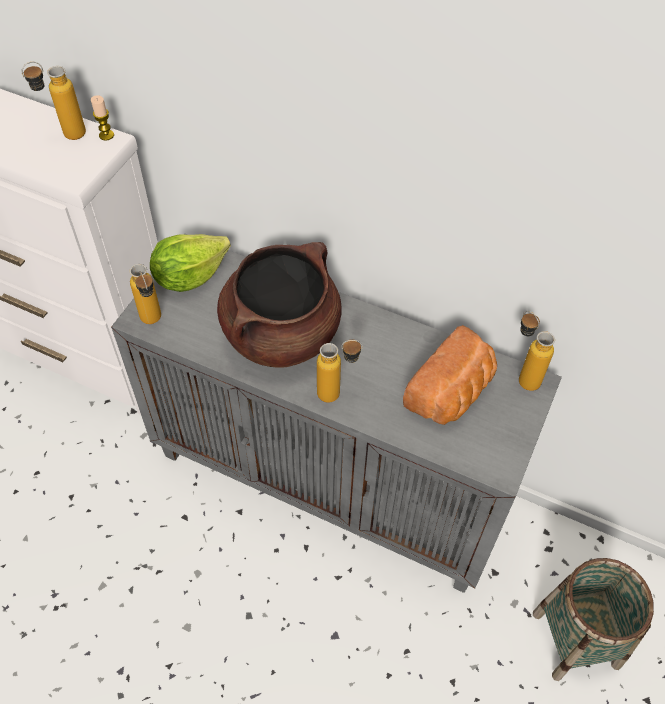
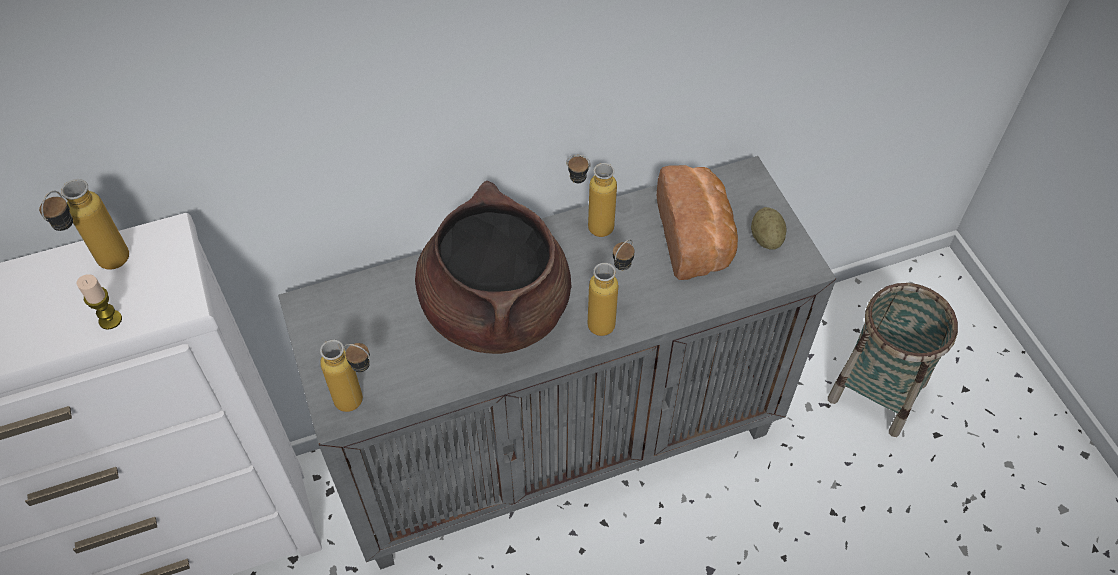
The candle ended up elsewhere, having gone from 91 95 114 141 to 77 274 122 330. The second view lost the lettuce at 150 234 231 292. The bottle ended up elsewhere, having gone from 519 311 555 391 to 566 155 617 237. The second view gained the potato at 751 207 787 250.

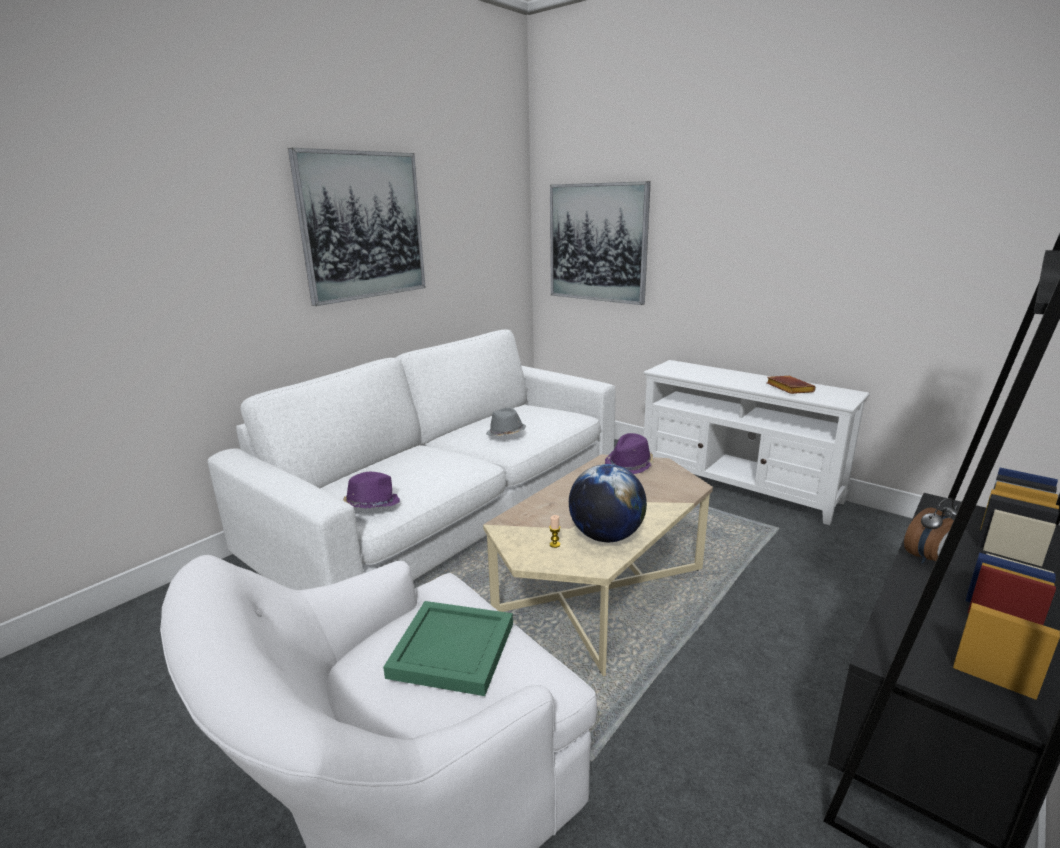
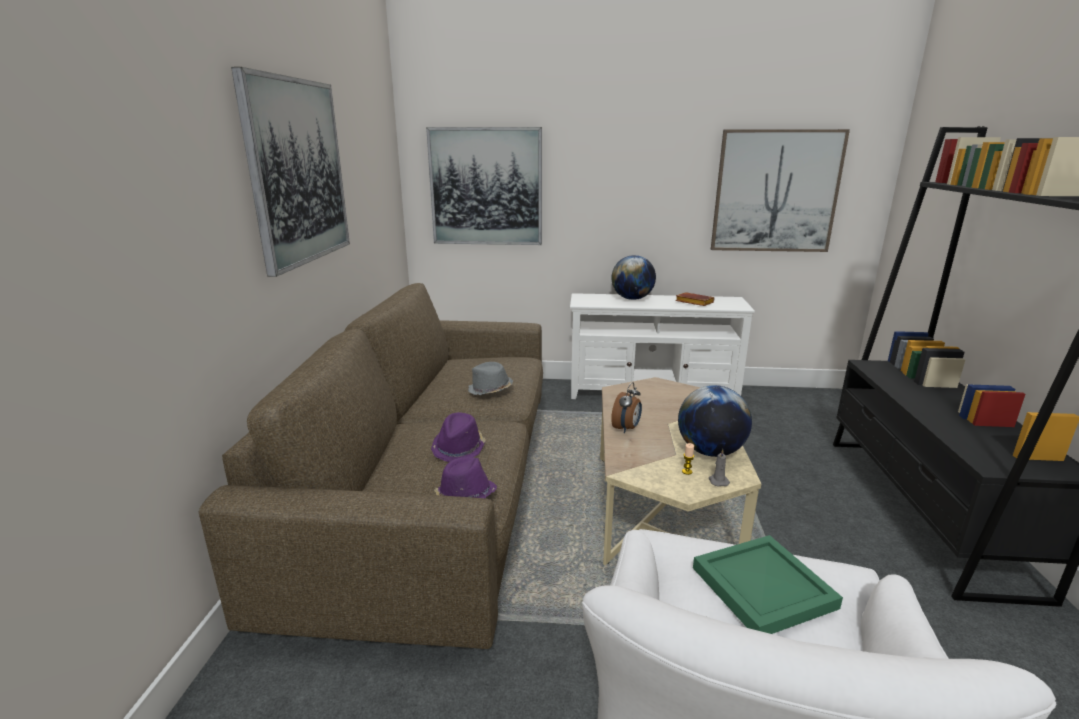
What was the white sofa at 207 329 616 590 turned into the brown sofa at 199 283 543 649. The purple hat ended up elsewhere, having gone from 605 433 654 474 to 431 412 486 462. The alarm clock ended up elsewhere, having gone from 904 498 958 564 to 611 382 642 433. The second view gained the globe at 611 255 656 300. The second view gained the grey candle at 709 449 730 486. The second view gained the picture at 711 129 850 252.

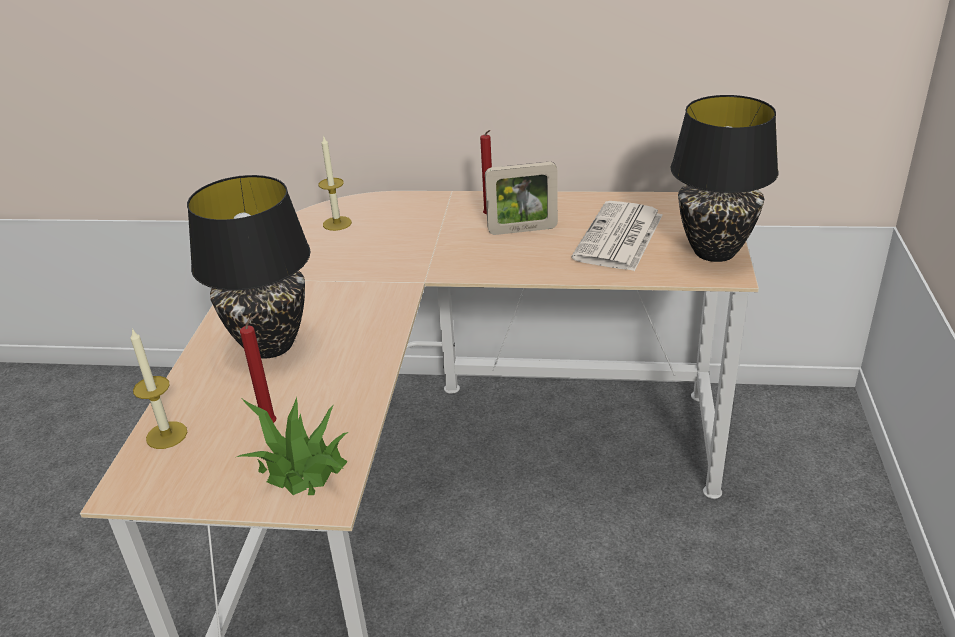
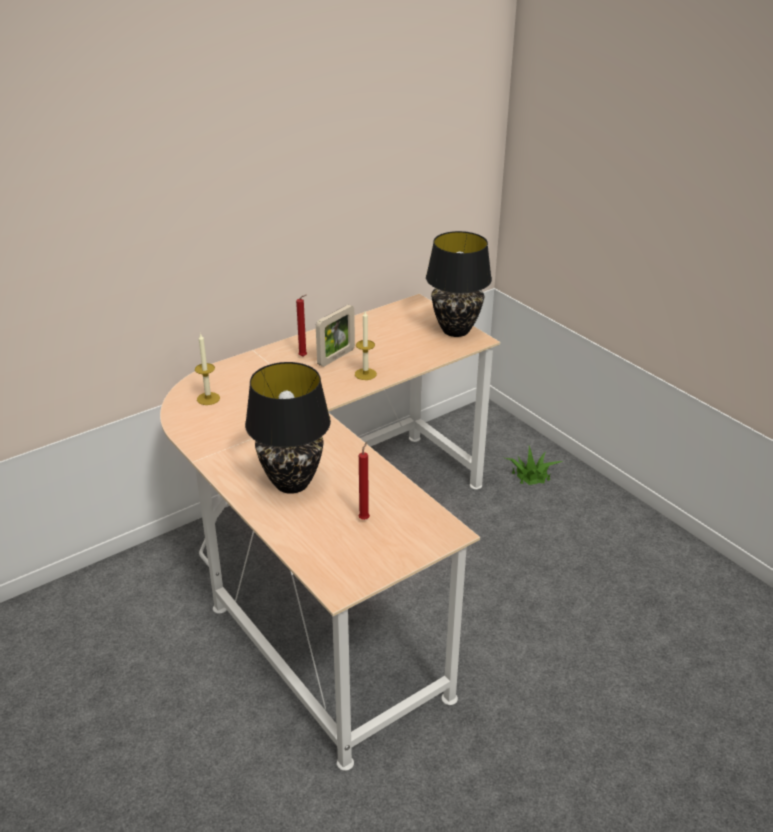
The candle ended up elsewhere, having gone from 130 328 187 449 to 355 311 377 380. The potted plant ended up elsewhere, having gone from 237 397 349 495 to 506 446 563 485. The second view lost the newspaper at 571 201 663 271.

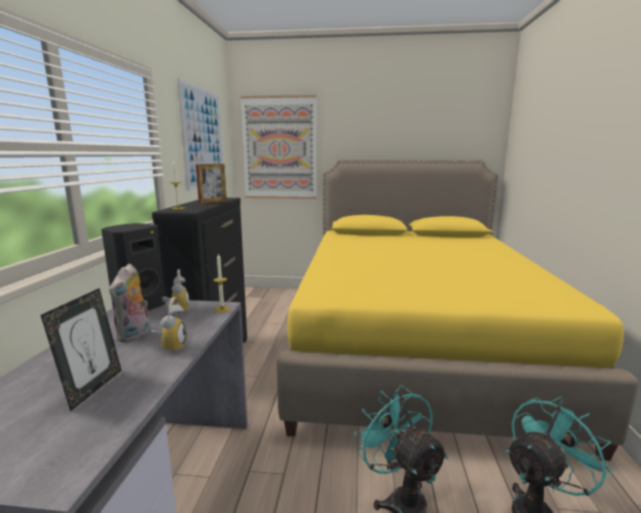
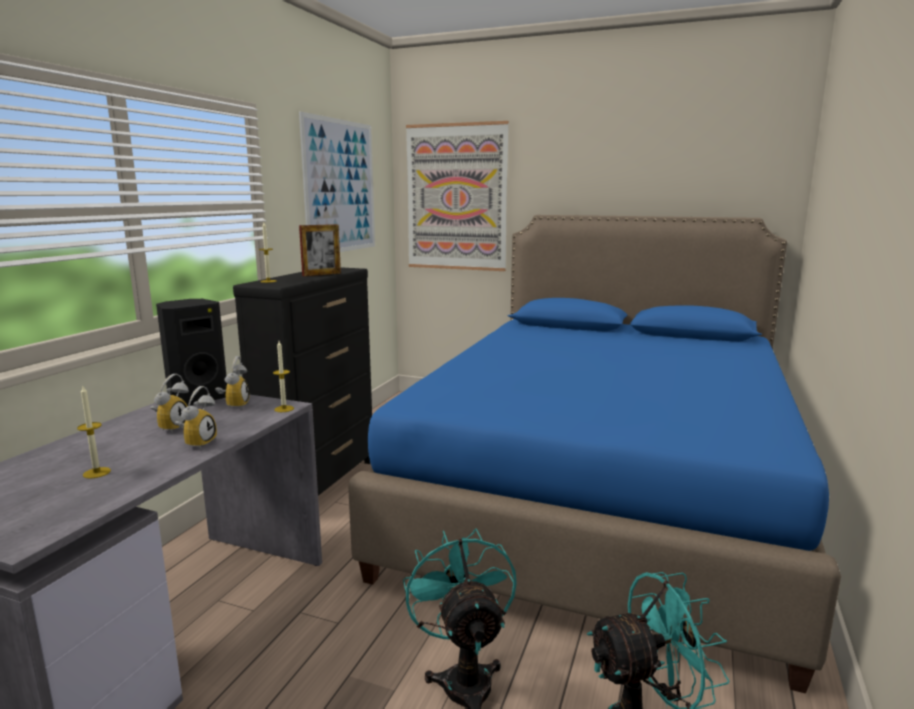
Where the picture frame stood at 40 288 122 411, the candle came to stand at 77 386 111 479. Where the plush toy stood at 109 264 150 342, the alarm clock came to stand at 151 374 189 433. What was the yellow bed at 277 160 639 461 turned into the blue bed at 348 215 841 694.

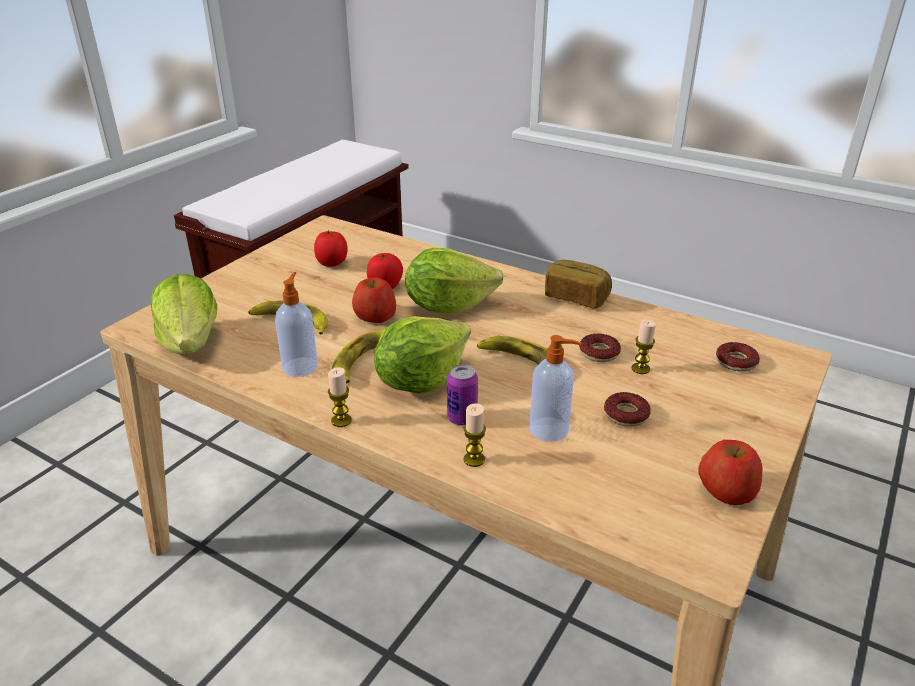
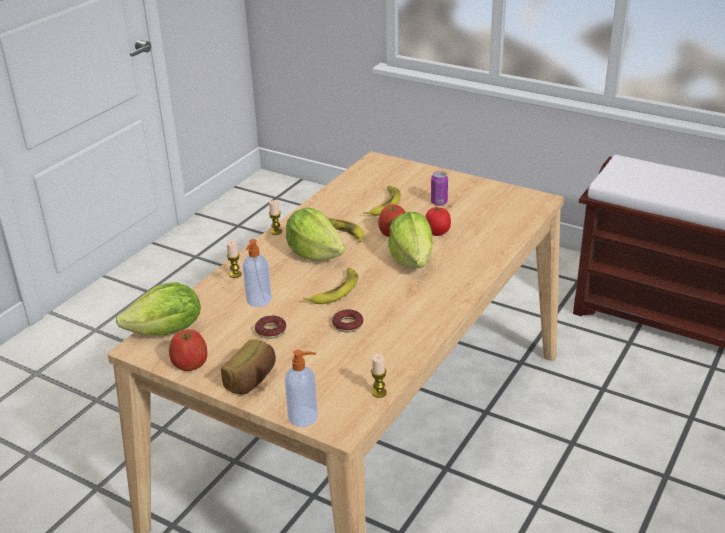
The lettuce ended up elsewhere, having gone from 151 274 217 355 to 116 282 200 335. The soap dispenser ended up elsewhere, having gone from 275 272 318 377 to 285 350 318 427. The second view lost the tomato at 314 230 347 267. The can ended up elsewhere, having gone from 447 364 478 425 to 431 171 448 206. The bread ended up elsewhere, having gone from 545 260 612 309 to 221 340 276 395. The candle ended up elsewhere, having gone from 632 319 656 374 to 371 354 387 398. The second view lost the donut at 716 342 760 372.

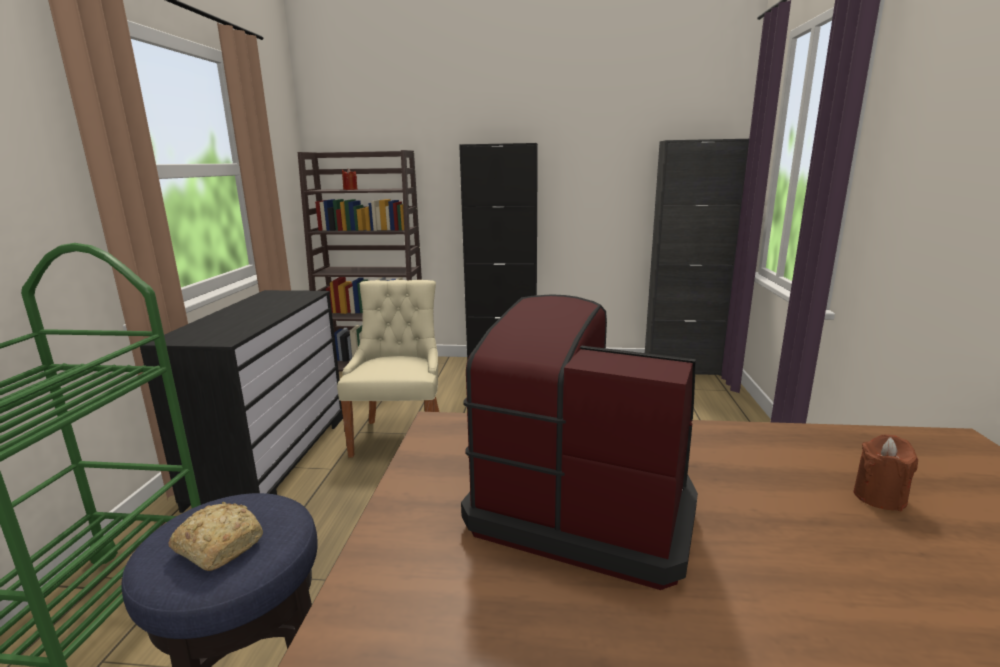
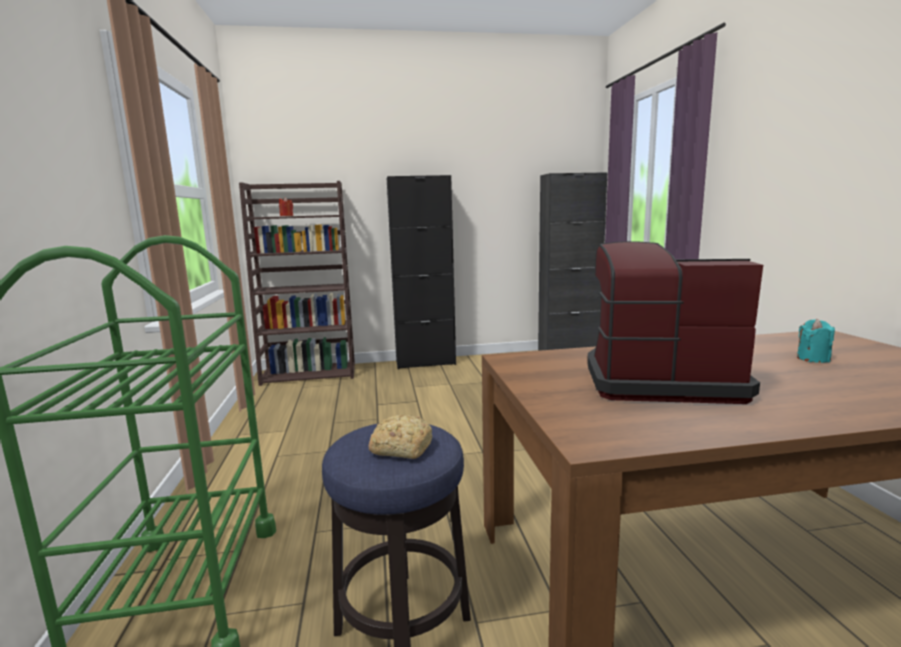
The second view lost the black dresser at 140 290 343 513. The second view lost the beige chair at 337 280 439 458. What was the brown candle at 854 434 918 511 turned into the turquoise candle at 797 319 835 363.

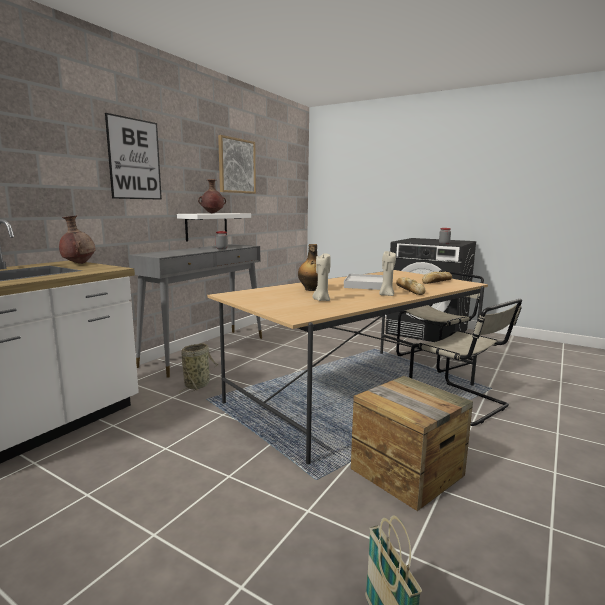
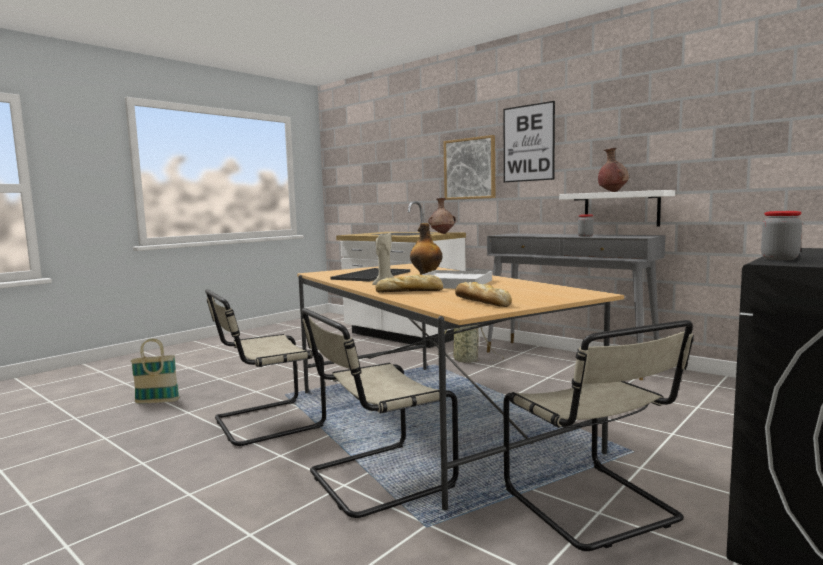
The picture ended up elsewhere, having gone from 218 135 256 194 to 444 135 495 200. Where the beige candle stood at 312 253 331 301, the tray came to stand at 331 268 410 282. Where the crate stood at 351 376 473 511, the beige chair came to stand at 205 289 326 446.

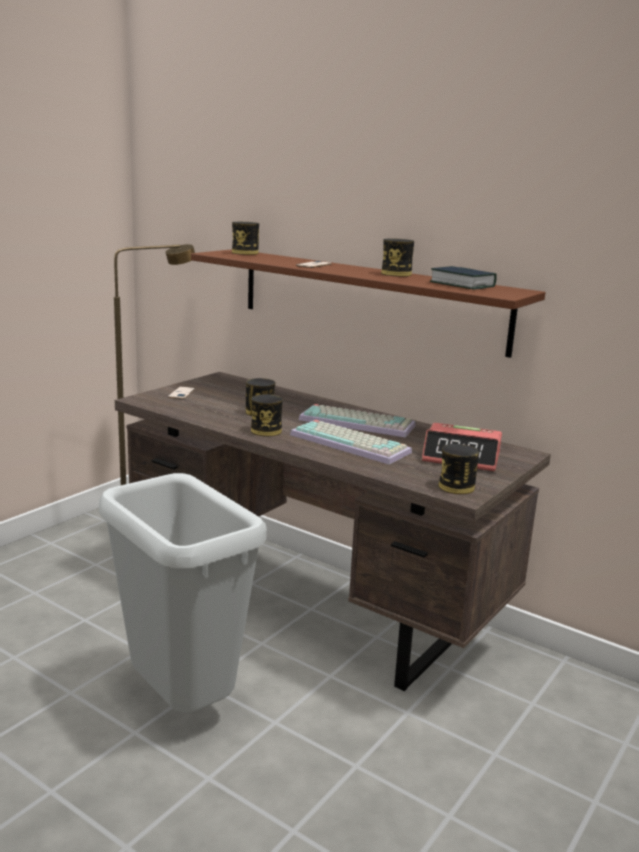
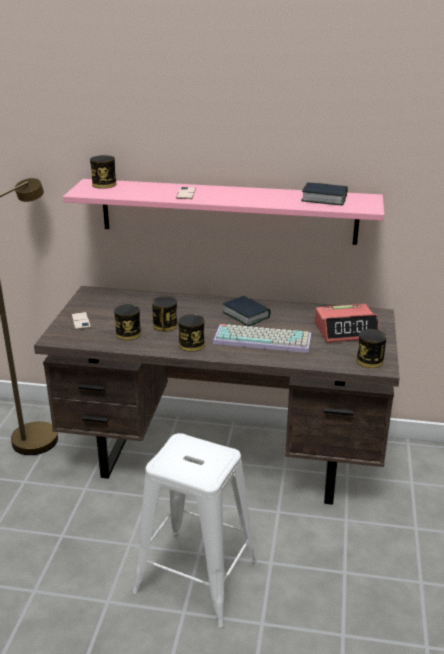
Where the grey trash can stood at 99 473 267 712, the white stool came to stand at 133 433 258 627. What was the brown shelf at 191 249 545 358 turned into the pink shelf at 63 179 384 245. Where the keyboard stood at 299 404 416 438, the book came to stand at 223 296 270 326. The can ended up elsewhere, having gone from 381 238 414 277 to 114 304 141 340.

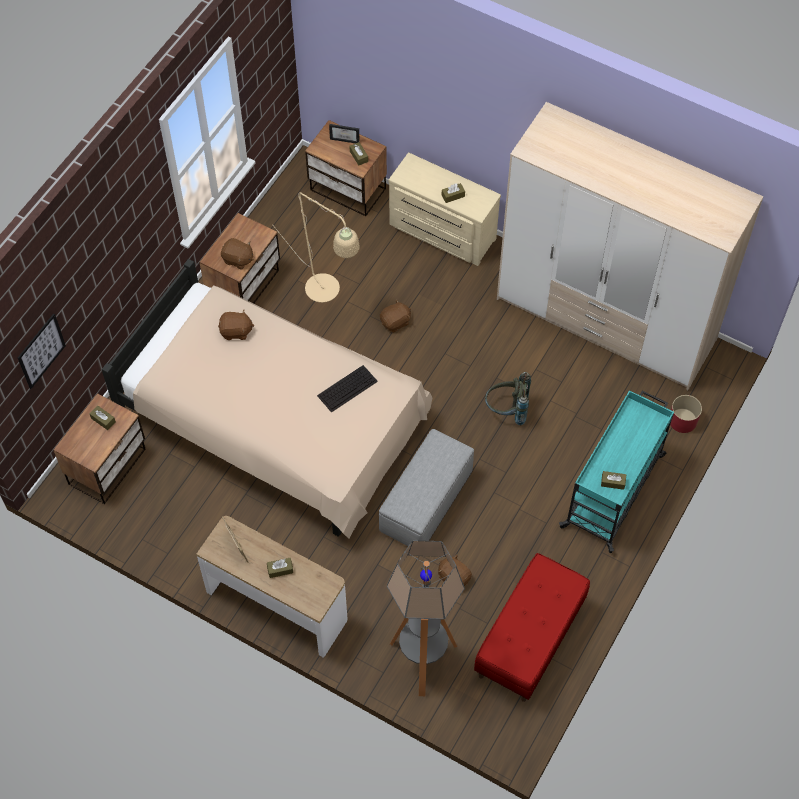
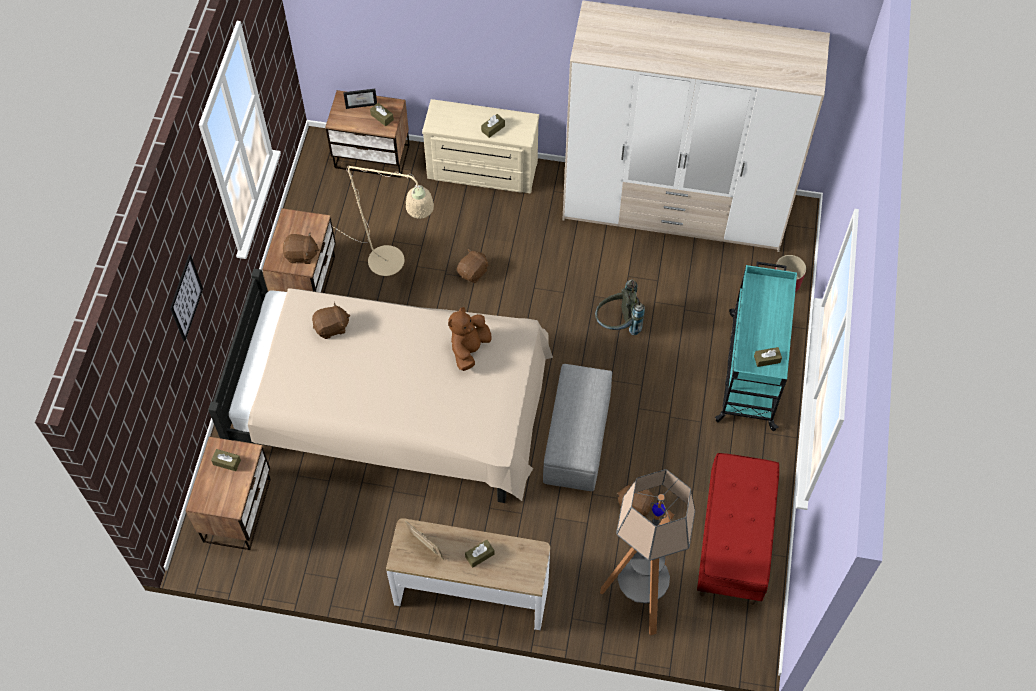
The picture ended up elsewhere, having gone from 17 313 66 389 to 170 254 203 342. Where the keyboard stood at 317 365 378 412, the brown plush toy came to stand at 448 307 492 371.

